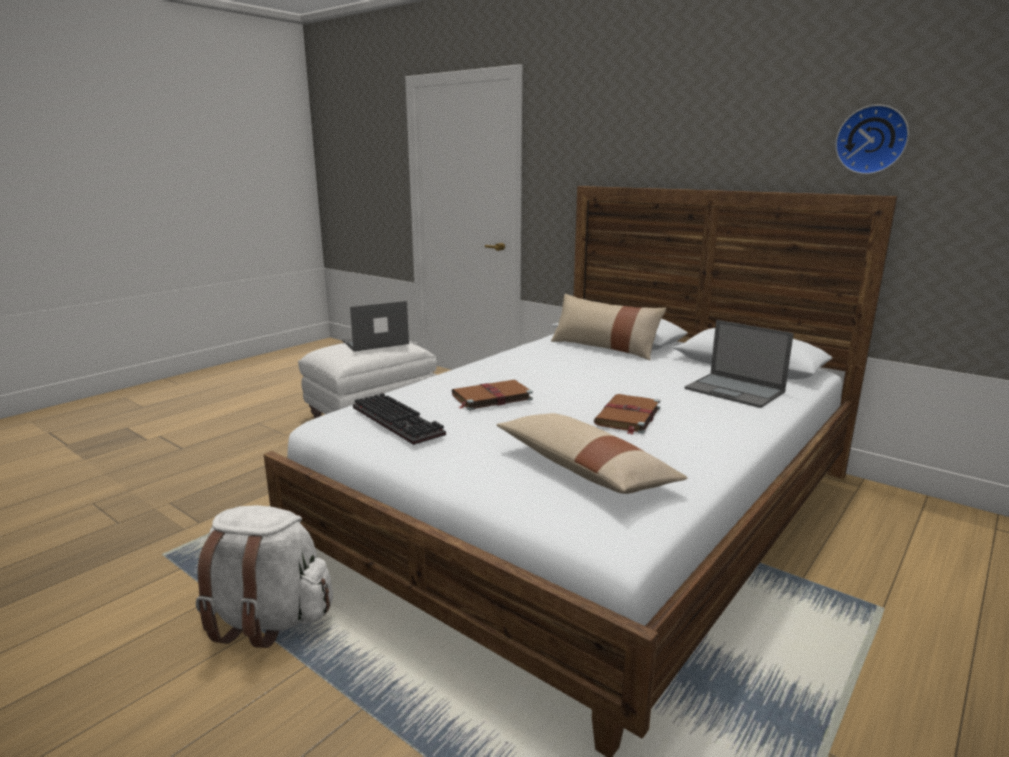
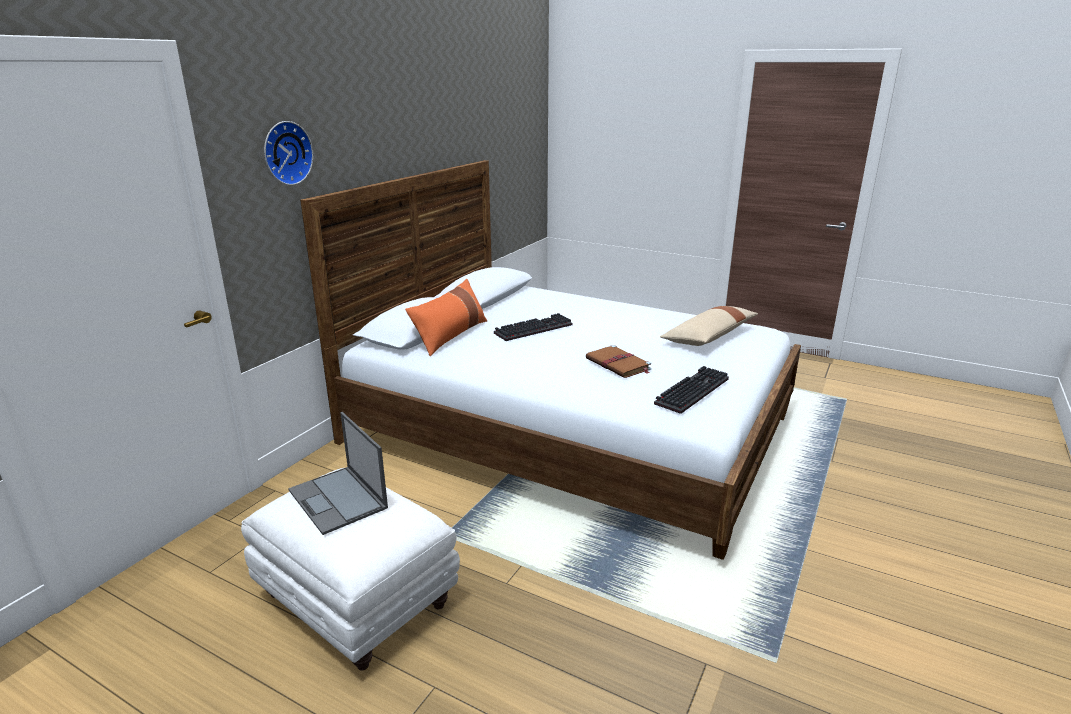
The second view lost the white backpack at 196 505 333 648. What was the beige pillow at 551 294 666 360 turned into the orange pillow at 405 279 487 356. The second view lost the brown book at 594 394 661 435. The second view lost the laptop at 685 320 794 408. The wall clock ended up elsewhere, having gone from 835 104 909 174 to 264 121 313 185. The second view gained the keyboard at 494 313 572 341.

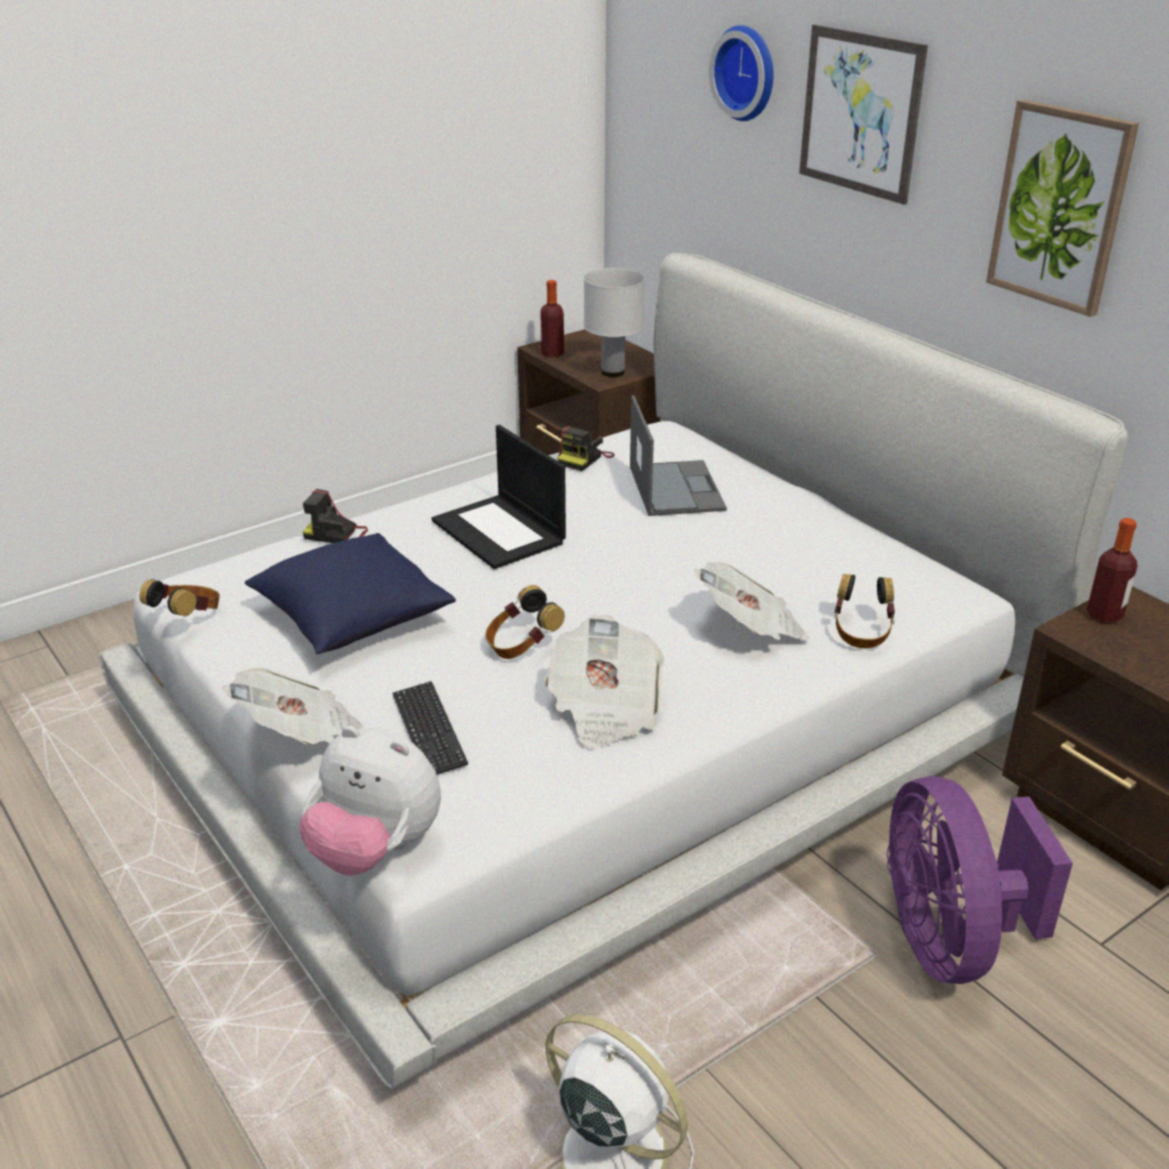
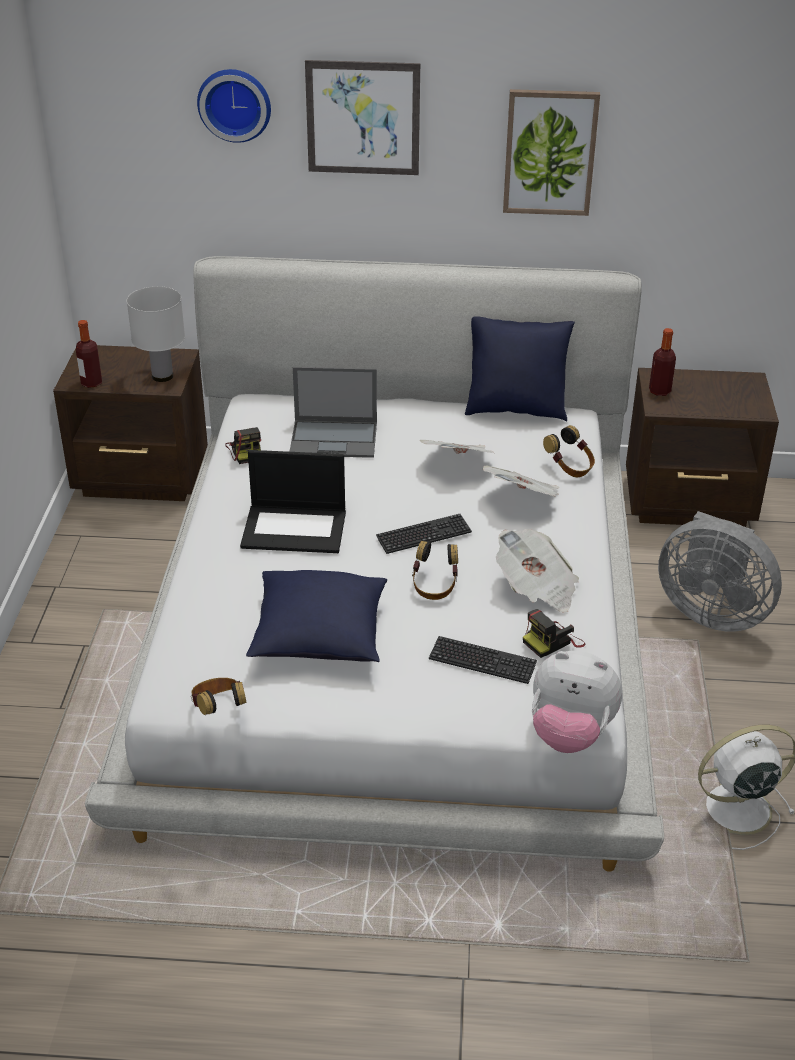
The newspaper ended up elsewhere, having gone from 223 668 366 745 to 420 440 496 454. The plush toy at 299 726 441 875 ended up facing another way, 45 degrees clockwise from before. The photo camera ended up elsewhere, having gone from 302 489 368 543 to 523 609 585 658. The laptop at 630 395 727 516 ended up facing another way, 150 degrees clockwise from before. What was the purple fan at 887 776 1073 984 turned into the grey fan at 658 511 782 631. The second view gained the keyboard at 376 514 472 554. The second view gained the blue pillow at 465 316 575 422.

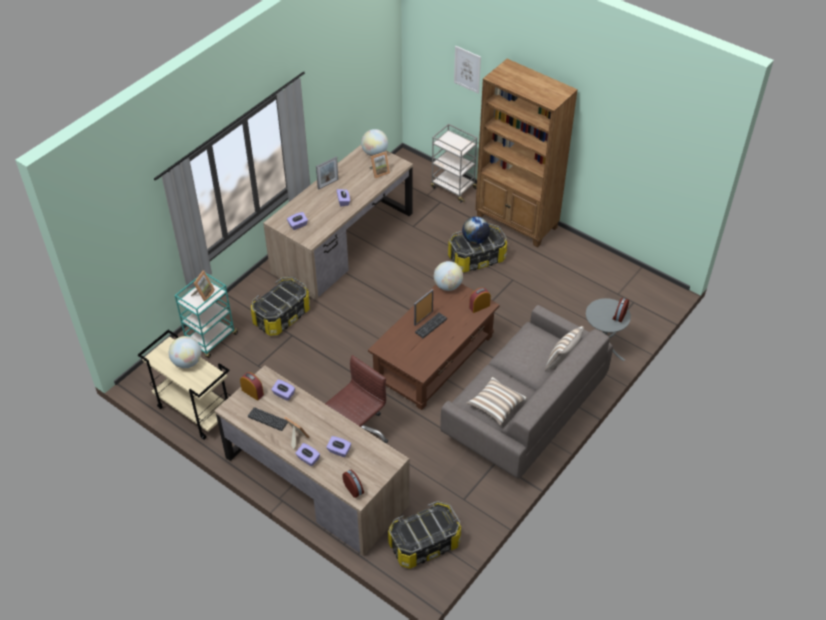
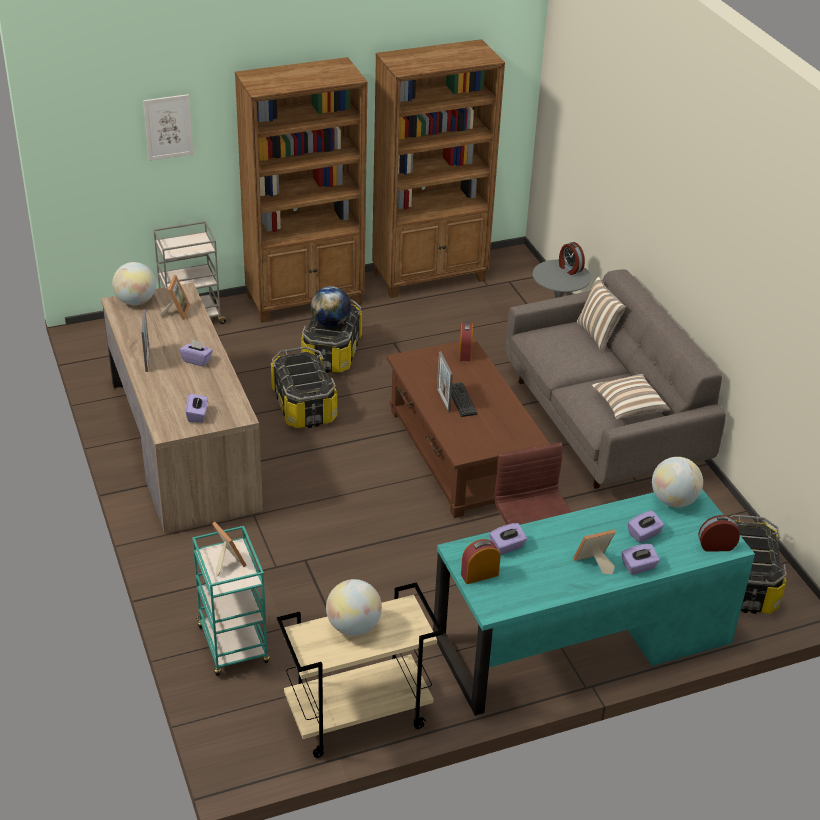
What was the brown desk at 214 365 410 556 turned into the turquoise desk at 433 489 755 716. The second view lost the keyboard at 248 407 288 431. The storage box ended up elsewhere, having gone from 251 277 310 336 to 271 346 337 428. The globe ended up elsewhere, having gone from 434 261 463 291 to 652 457 703 507. The second view gained the brown bookcase at 372 39 505 298.

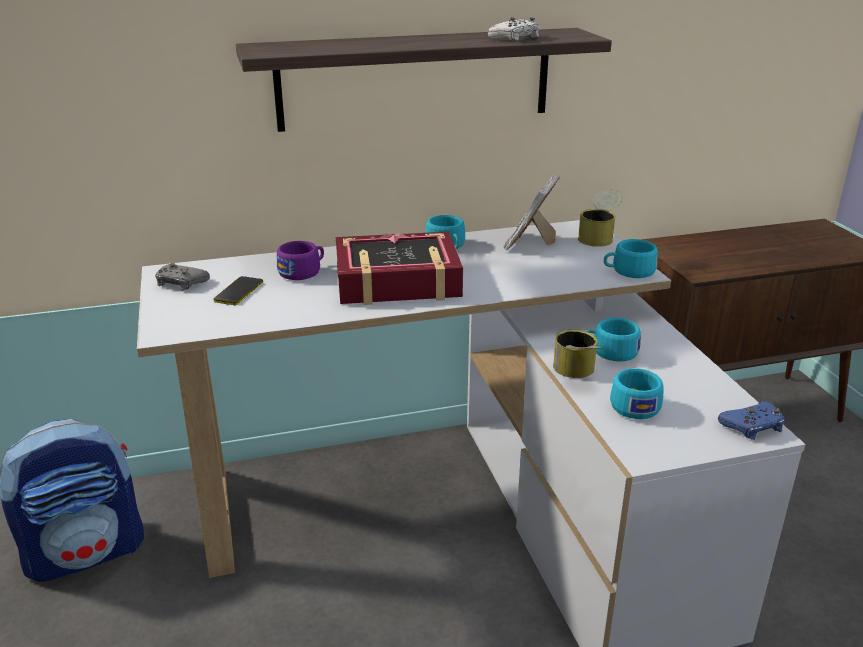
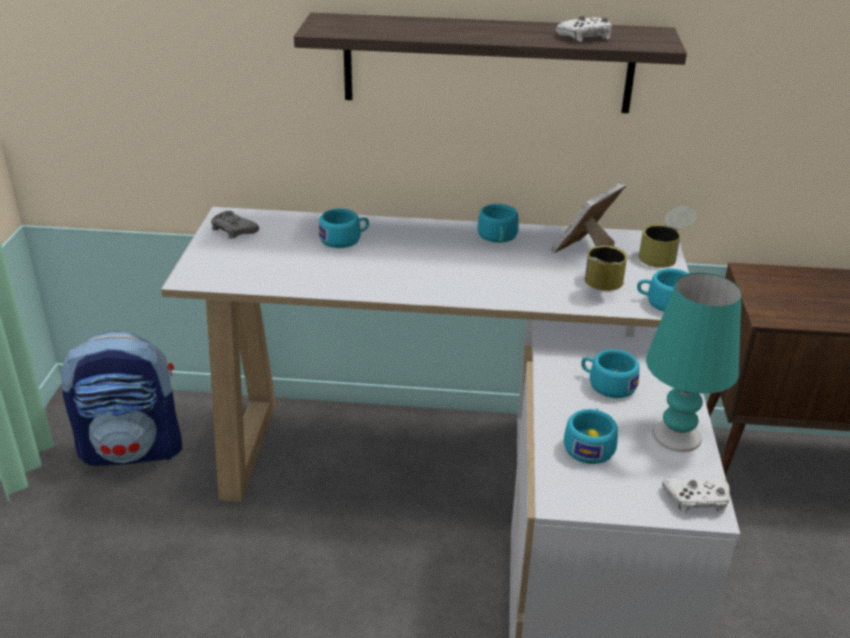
The second view lost the phone at 214 276 263 305. What was the purple cup at 277 241 324 280 turned into the turquoise cup at 319 209 369 248. The second view lost the book at 336 232 463 305. The can ended up elsewhere, having gone from 553 330 604 378 to 584 245 628 291. What was the blue game controller at 718 401 785 440 turned into the white game controller at 662 477 730 515. The second view gained the turquoise table lamp at 646 273 742 452.

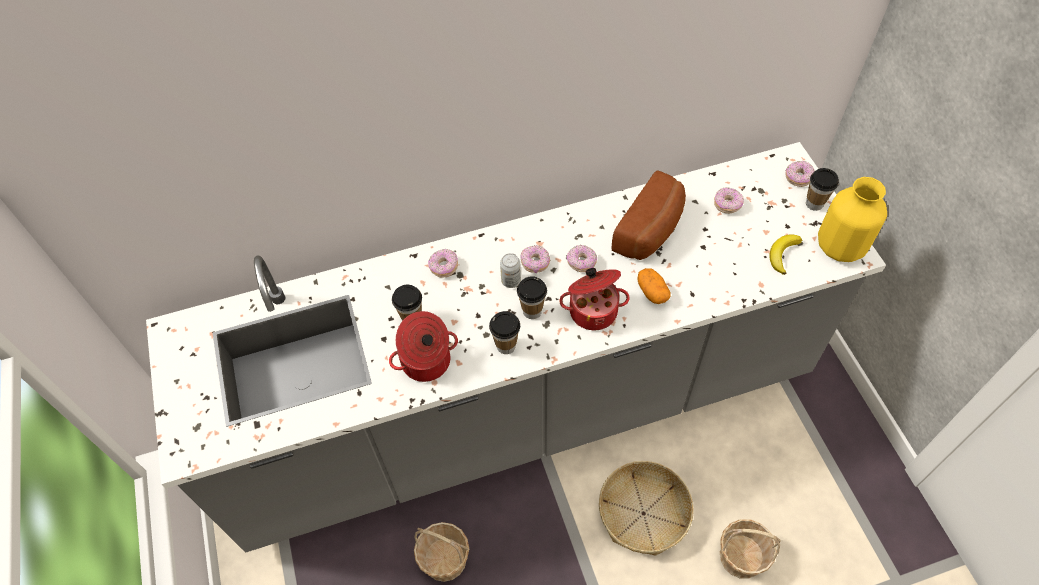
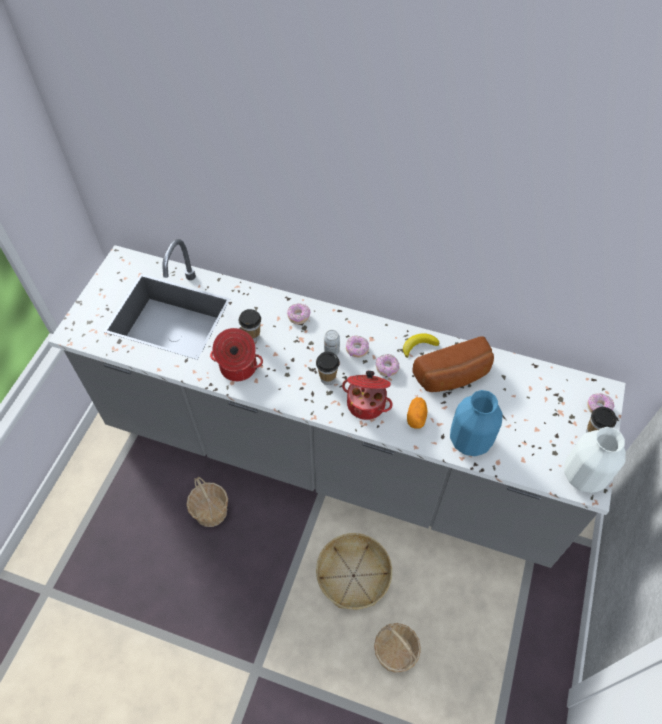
The second view lost the cup at 489 311 520 354. The second view lost the donut at 714 187 744 213. The banana ended up elsewhere, having gone from 770 235 802 275 to 403 333 439 358. What was the yellow vase at 818 177 887 262 turned into the white vase at 564 427 626 493. The second view gained the blue vase at 450 390 503 456.

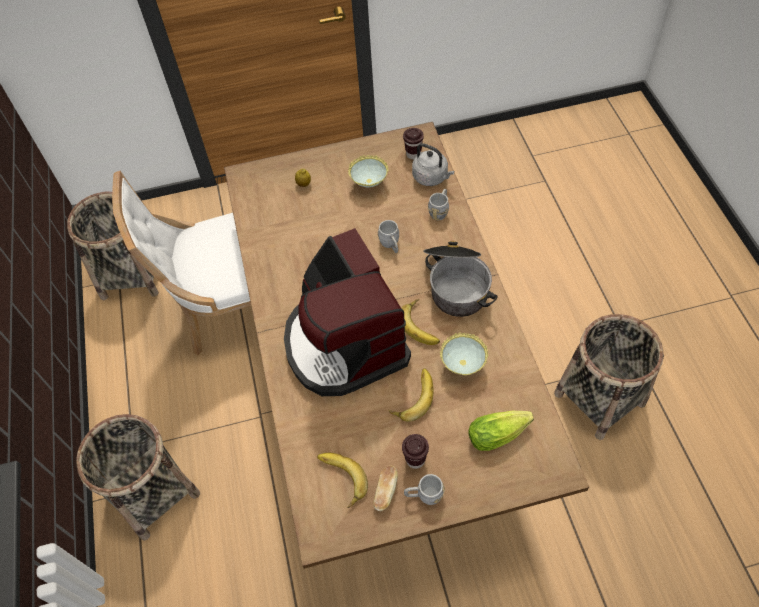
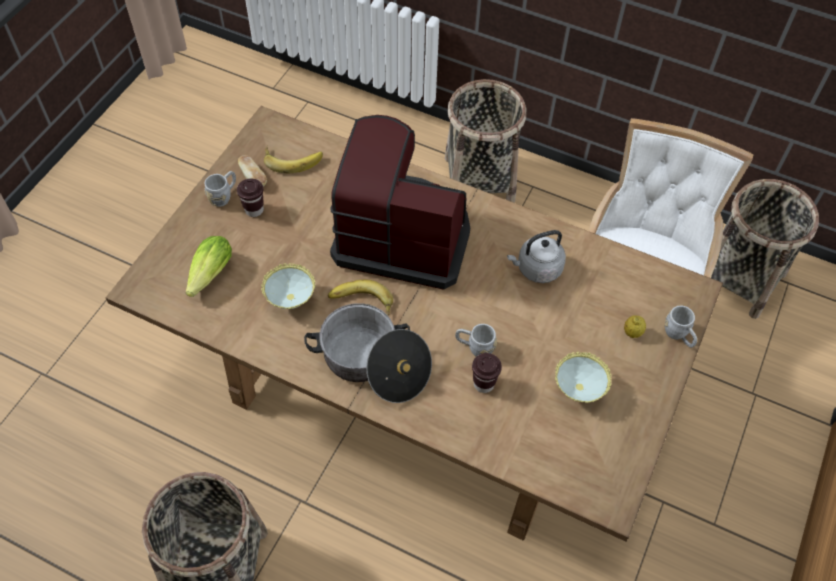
The second view lost the banana at 389 368 433 422. The brown cup ended up elsewhere, having gone from 403 128 424 159 to 472 353 502 393. The grey kettle ended up elsewhere, having gone from 412 143 454 186 to 507 230 566 283. The grey mug ended up elsewhere, having gone from 428 189 449 220 to 665 306 697 348.

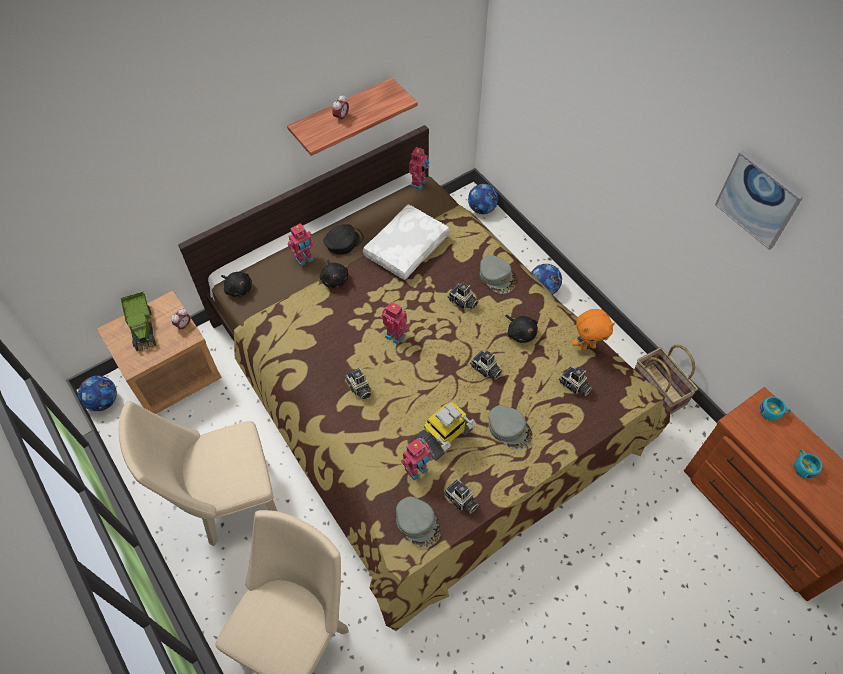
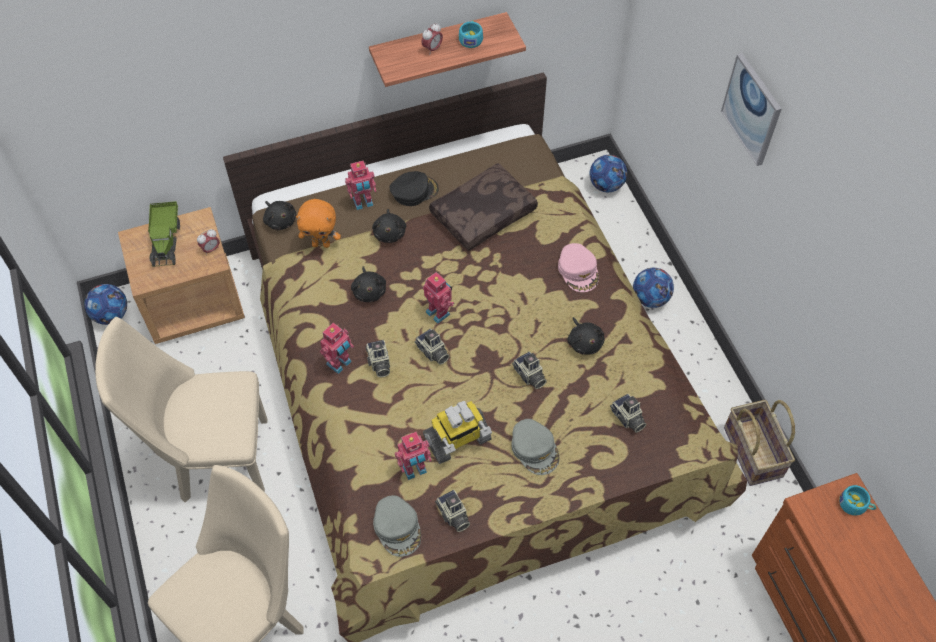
What was the white pillow at 363 204 450 280 turned into the brown pillow at 429 163 538 251. The toy robot ended up elsewhere, having gone from 409 147 429 190 to 320 323 354 374. The photo camera ended up elsewhere, having gone from 447 283 479 310 to 414 328 449 365. What was the grey cap at 480 255 516 294 turned into the pink cap at 558 243 599 292. The orange plush toy ended up elsewhere, having gone from 572 309 615 351 to 296 199 341 248. The picture ended up elsewhere, having gone from 715 150 803 250 to 721 53 782 166. The turquoise cup ended up elsewhere, having gone from 794 449 822 479 to 459 20 483 48. The second view gained the black plush toy at 351 266 386 302.

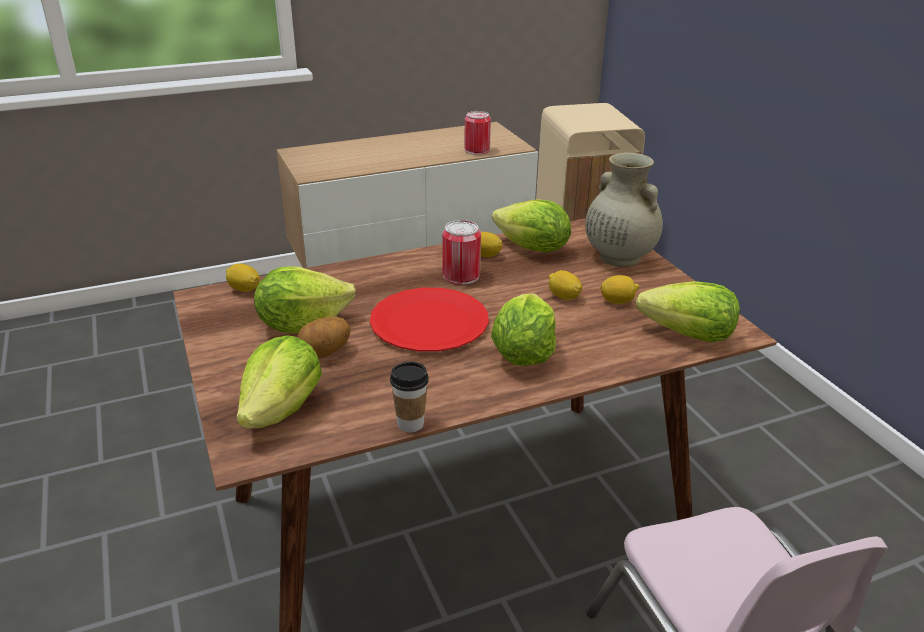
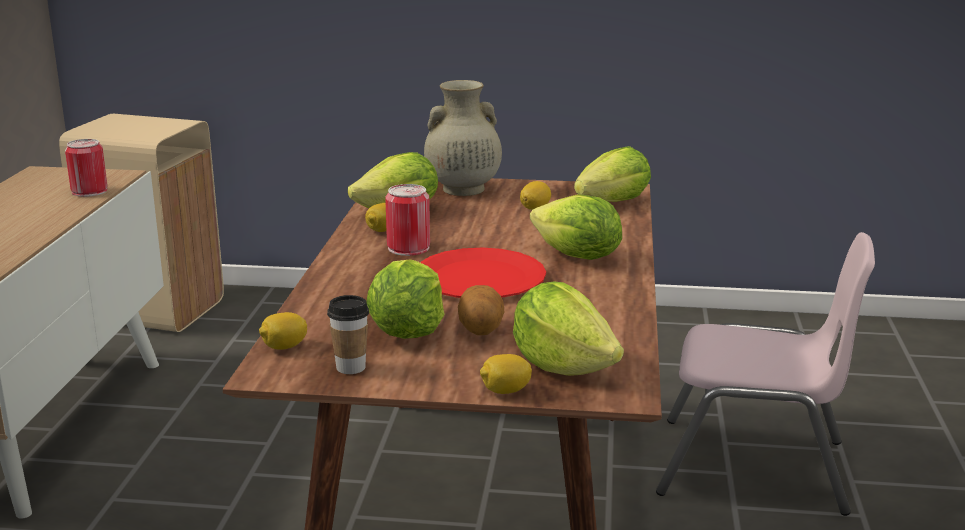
The cup ended up elsewhere, having gone from 390 362 429 432 to 327 295 369 374. The lemon ended up elsewhere, having gone from 549 270 582 300 to 480 354 532 394.

